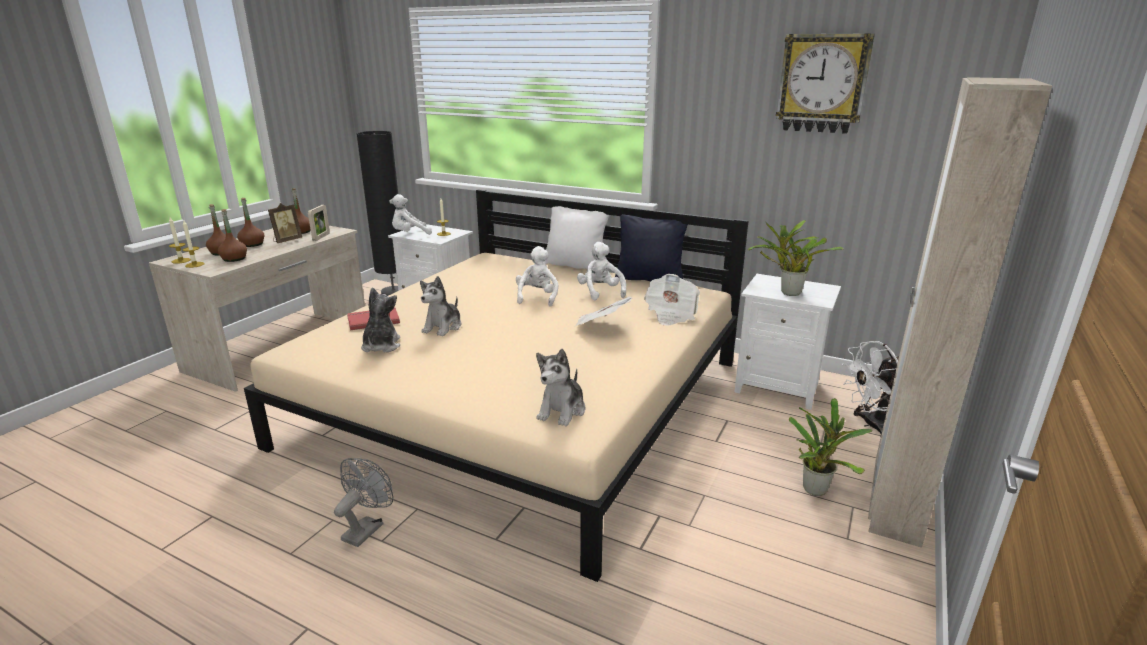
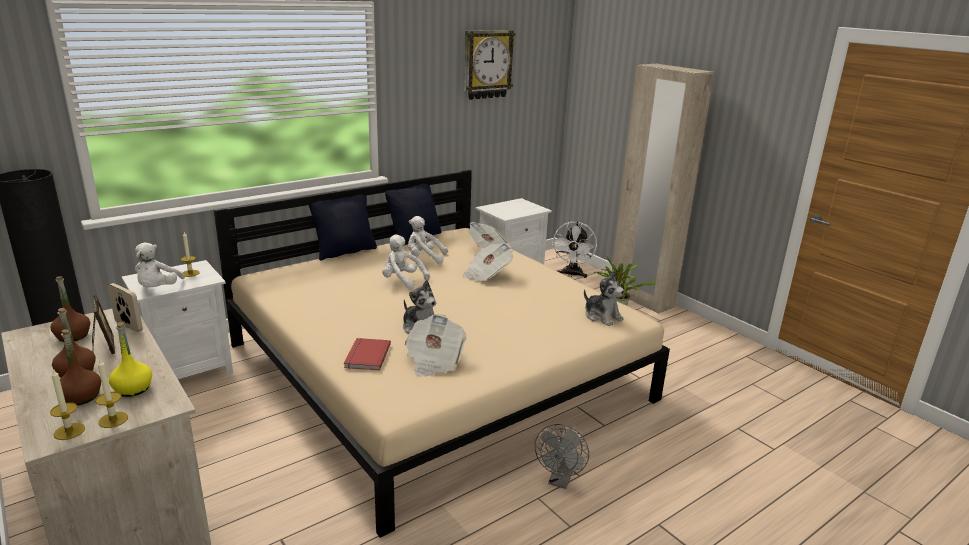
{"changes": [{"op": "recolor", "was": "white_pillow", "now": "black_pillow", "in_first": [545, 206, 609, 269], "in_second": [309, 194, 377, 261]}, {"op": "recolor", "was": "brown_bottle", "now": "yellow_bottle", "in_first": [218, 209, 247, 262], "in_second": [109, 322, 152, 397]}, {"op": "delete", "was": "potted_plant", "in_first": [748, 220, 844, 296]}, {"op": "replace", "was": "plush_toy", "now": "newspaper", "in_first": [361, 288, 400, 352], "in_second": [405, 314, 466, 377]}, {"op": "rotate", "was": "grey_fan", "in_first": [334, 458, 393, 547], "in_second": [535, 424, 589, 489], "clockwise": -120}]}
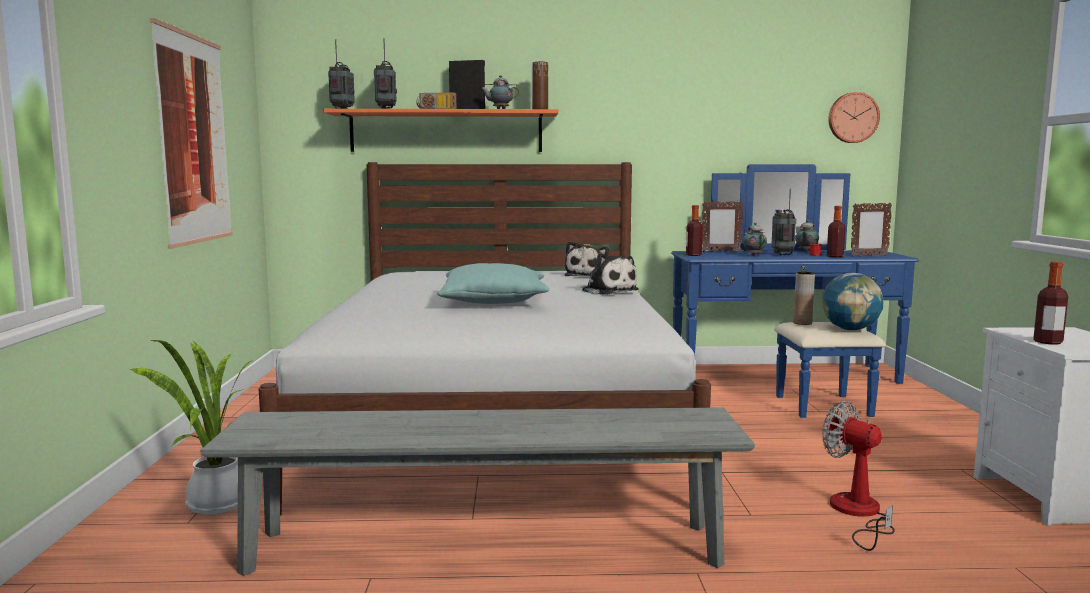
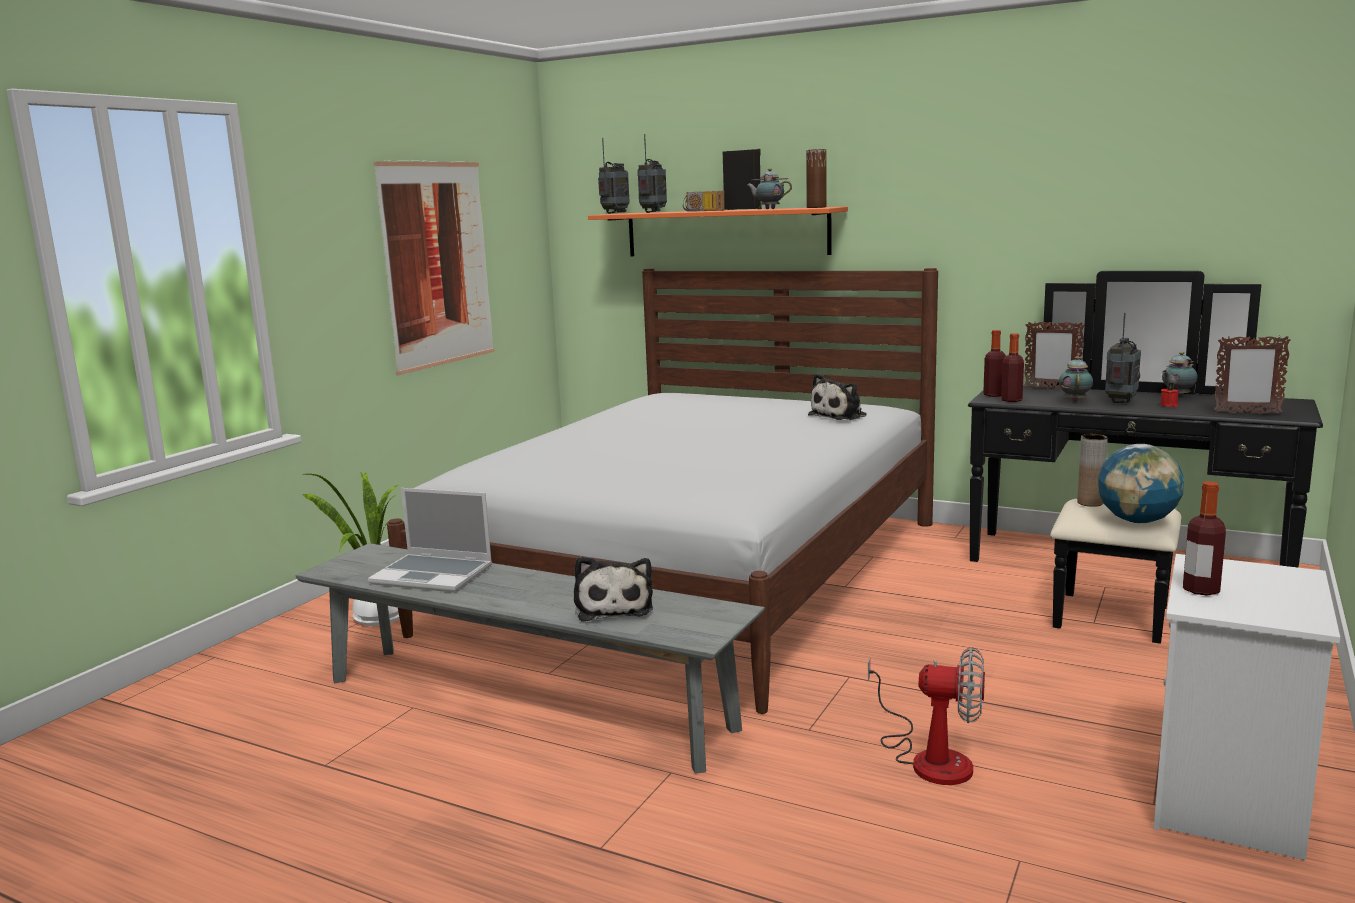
{"changes": [{"op": "delete", "was": "wall_clock", "in_first": [828, 92, 880, 143]}, {"op": "recolor", "was": "blue_dresser", "now": "black_dresser", "in_first": [671, 164, 919, 418], "in_second": [968, 271, 1323, 644]}, {"op": "move", "was": "bottle", "in_first": [827, 206, 845, 257], "in_second": [1001, 333, 1024, 402]}, {"op": "move", "was": "plush_toy", "in_first": [581, 253, 639, 295], "in_second": [574, 556, 653, 622]}, {"op": "delete", "was": "turquoise_pillow", "in_first": [437, 263, 550, 304]}, {"op": "rotate", "was": "fan", "in_first": [822, 401, 895, 551], "in_second": [868, 647, 985, 785], "clockwise": 120}, {"op": "insert", "now": "laptop", "in_second": [368, 488, 492, 592]}]}
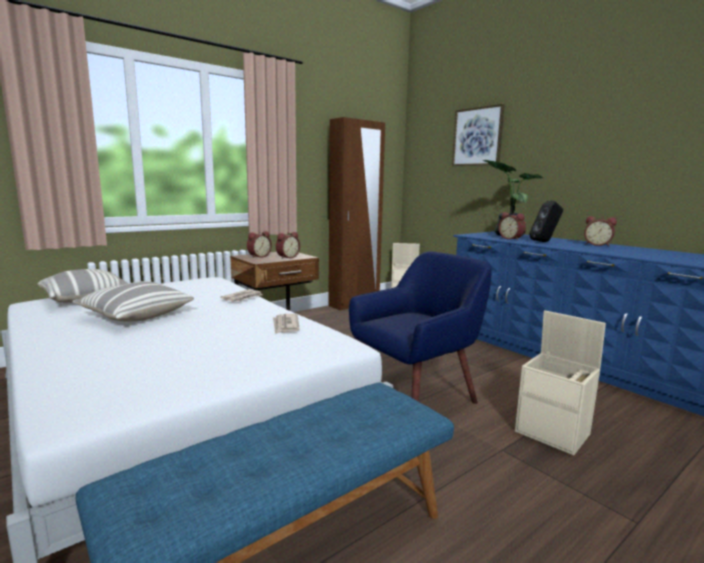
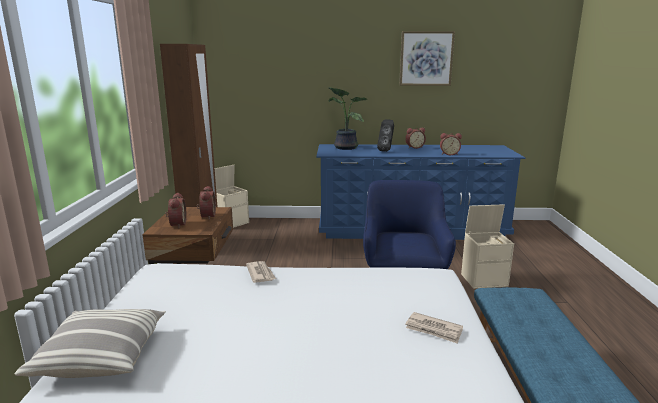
{"changes": [{"op": "move", "was": "picture", "in_first": [452, 104, 505, 166], "in_second": [399, 31, 455, 86]}, {"op": "move", "was": "alarm_clock", "in_first": [498, 212, 526, 240], "in_second": [440, 133, 462, 155]}, {"op": "delete", "was": "pillow", "in_first": [73, 281, 194, 322]}, {"op": "move", "was": "newspaper", "in_first": [273, 314, 300, 334], "in_second": [405, 312, 463, 344]}]}
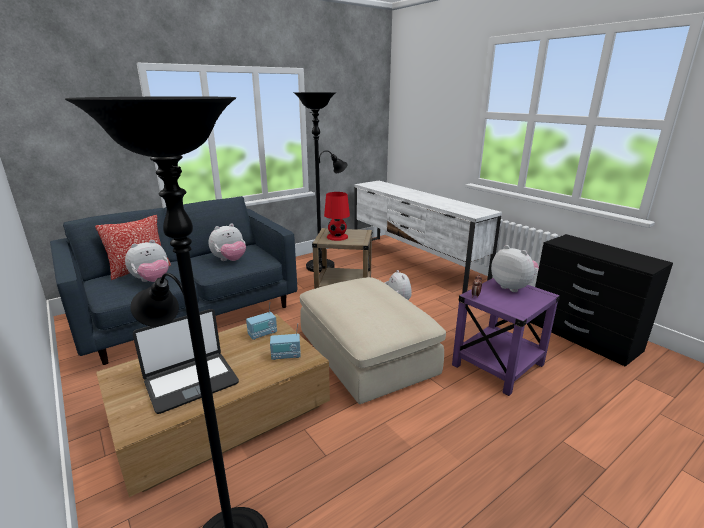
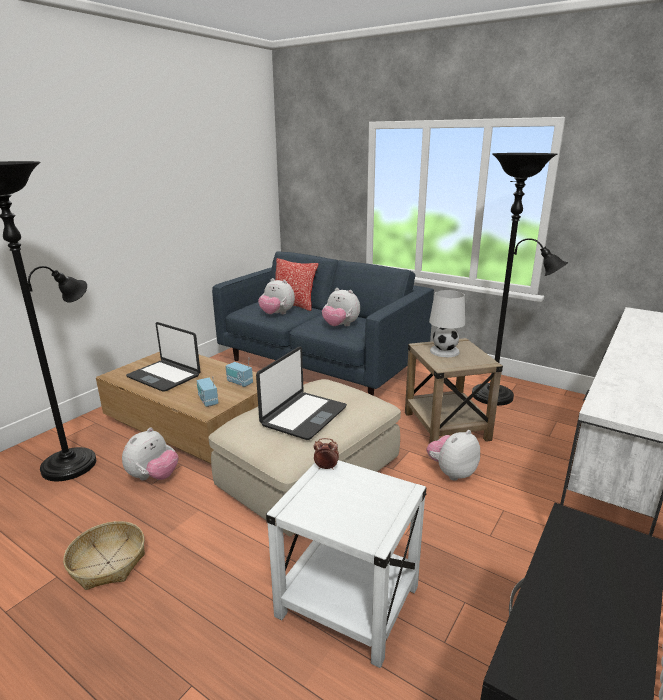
{"changes": [{"op": "recolor", "was": "red_table_lamp", "now": "white_table_lamp", "in_first": [324, 192, 350, 241], "in_second": [429, 290, 465, 357]}, {"op": "move", "was": "plush_toy", "in_first": [491, 245, 539, 292], "in_second": [122, 428, 178, 480]}, {"op": "recolor", "was": "purple_side_table", "now": "white_side_table", "in_first": [452, 278, 560, 396], "in_second": [266, 460, 426, 668]}, {"op": "insert", "now": "laptop", "in_second": [256, 347, 347, 440]}, {"op": "insert", "now": "basket", "in_second": [63, 521, 145, 590]}]}
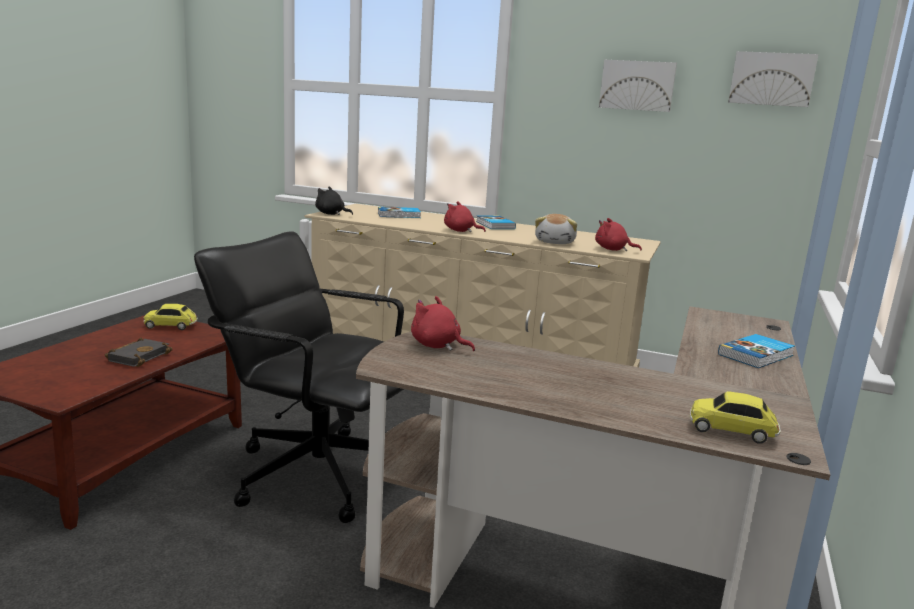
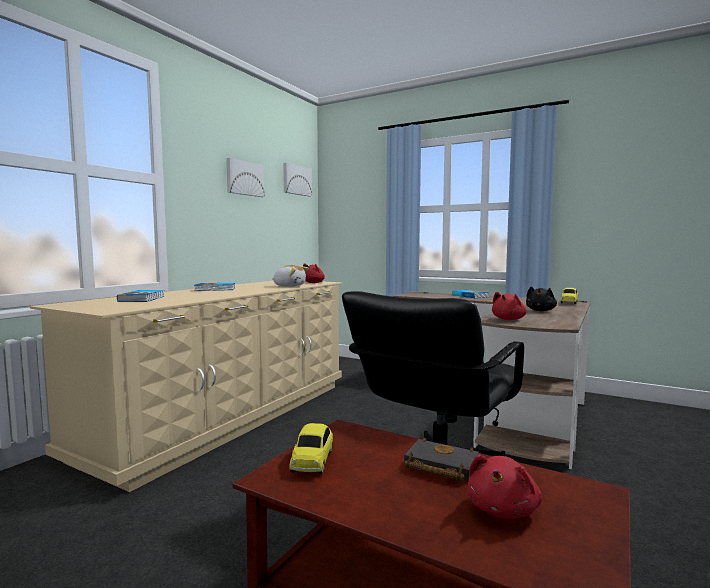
{"changes": [{"op": "move", "was": "black_plush_toy", "in_first": [315, 186, 353, 215], "in_second": [526, 286, 557, 311]}, {"op": "move", "was": "red_plush_toy", "in_first": [444, 201, 486, 232], "in_second": [468, 455, 542, 519]}]}
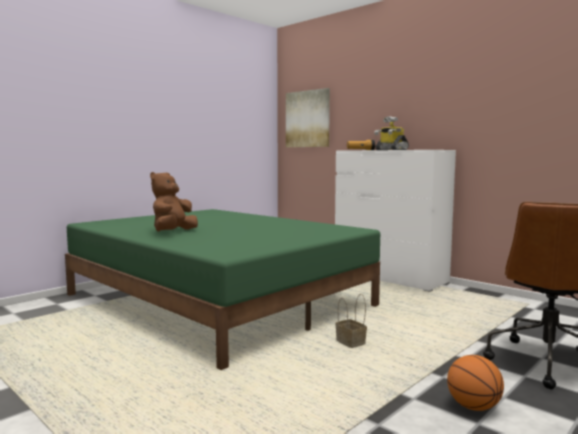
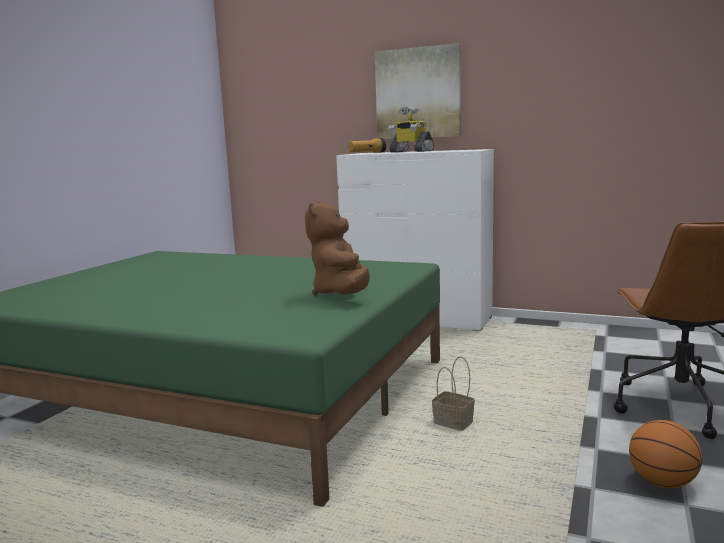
{"changes": [{"op": "move", "was": "picture", "in_first": [286, 88, 330, 147], "in_second": [375, 43, 461, 139]}, {"op": "move", "was": "brown_plush_toy", "in_first": [150, 172, 198, 232], "in_second": [305, 201, 370, 296]}]}
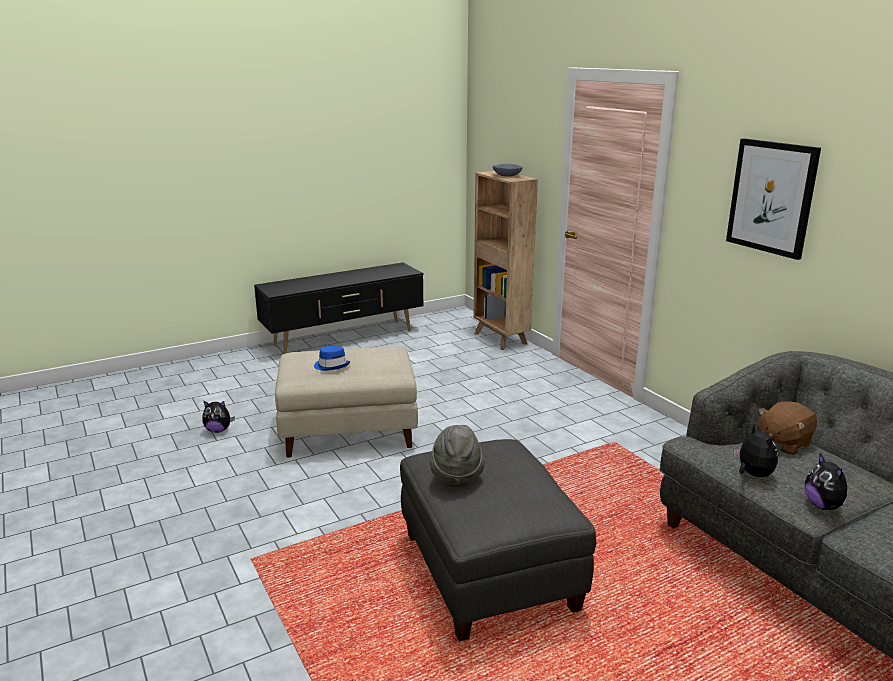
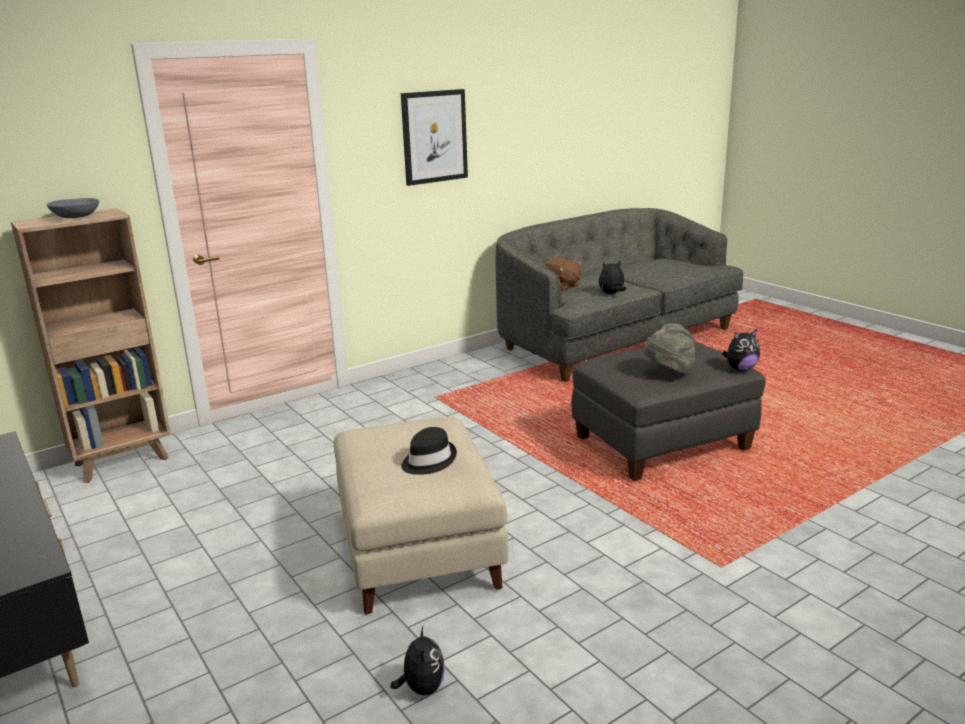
{"changes": [{"op": "recolor", "was": "blue_hat", "now": "black_hat", "in_first": [314, 346, 350, 371], "in_second": [401, 427, 457, 475]}, {"op": "move", "was": "plush_toy", "in_first": [805, 453, 854, 510], "in_second": [722, 329, 760, 371]}]}
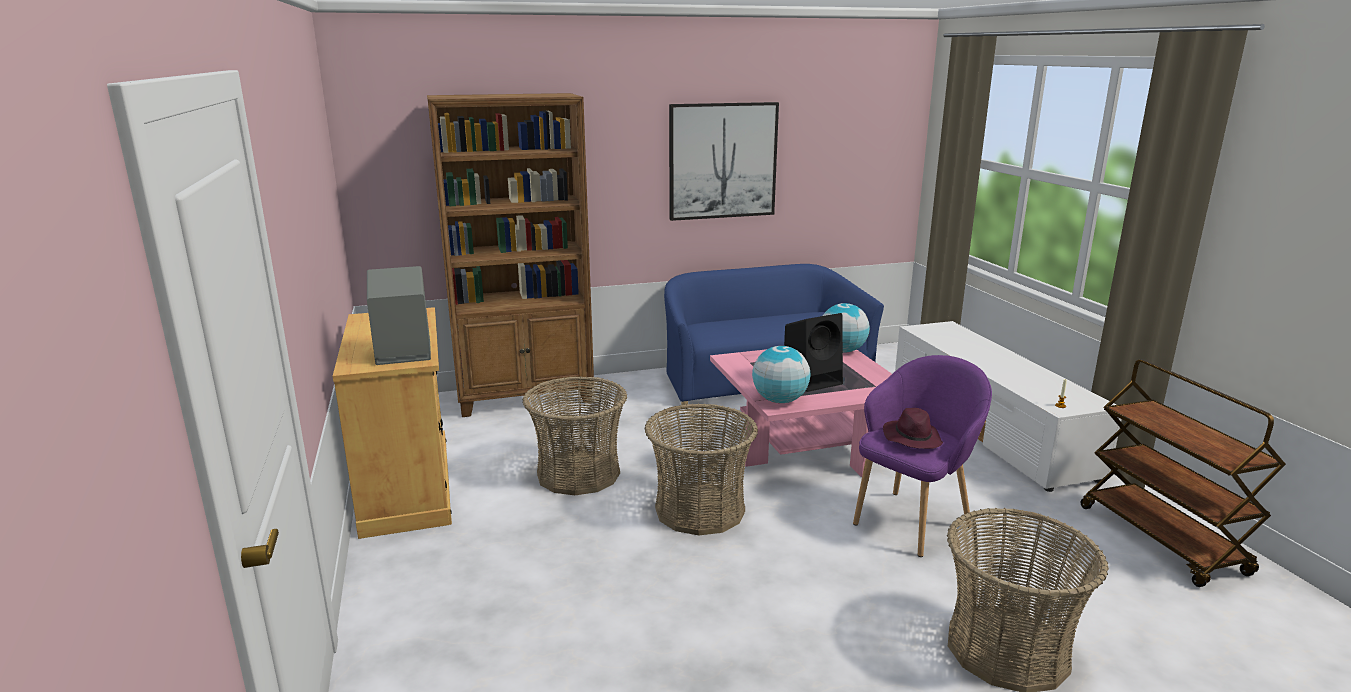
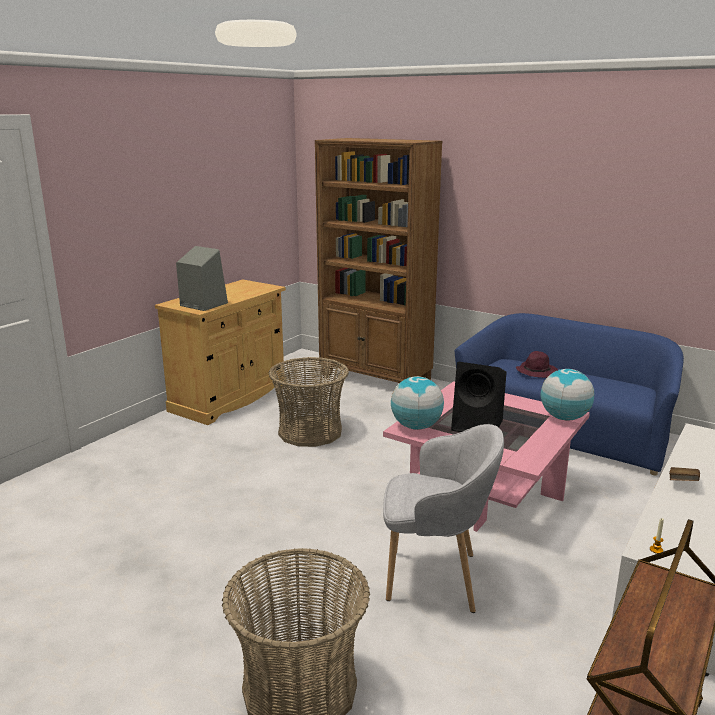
{"changes": [{"op": "delete", "was": "picture", "in_first": [669, 102, 779, 221]}, {"op": "recolor", "was": "purple_armchair", "now": "grey_armchair", "in_first": [853, 355, 992, 557], "in_second": [383, 424, 504, 613]}, {"op": "delete", "was": "basket", "in_first": [644, 403, 758, 535]}, {"op": "move", "was": "purple_hat", "in_first": [883, 408, 943, 449], "in_second": [516, 351, 558, 378]}, {"op": "insert", "now": "brown_book", "in_second": [669, 467, 700, 481]}]}
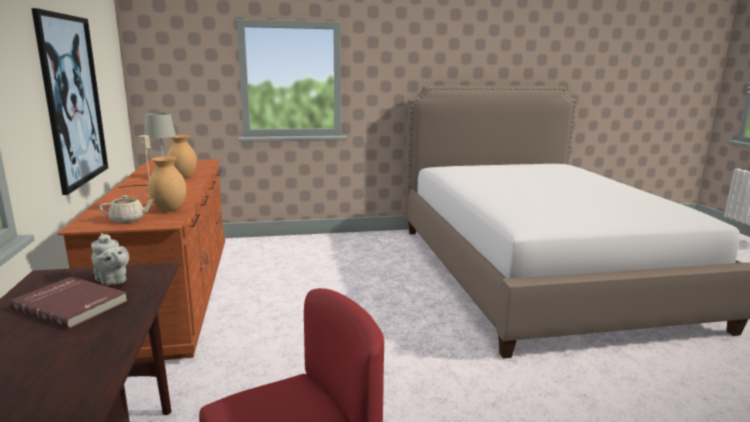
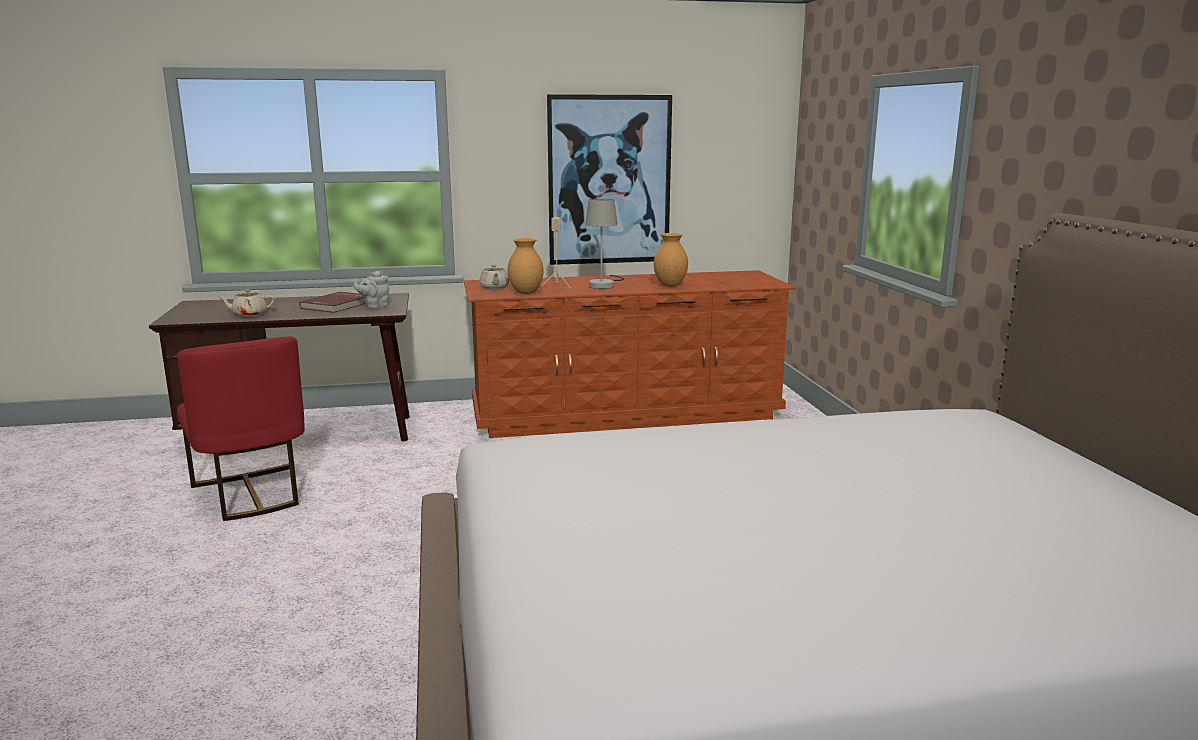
{"changes": [{"op": "insert", "now": "beige_teapot", "in_second": [218, 289, 275, 317]}]}
